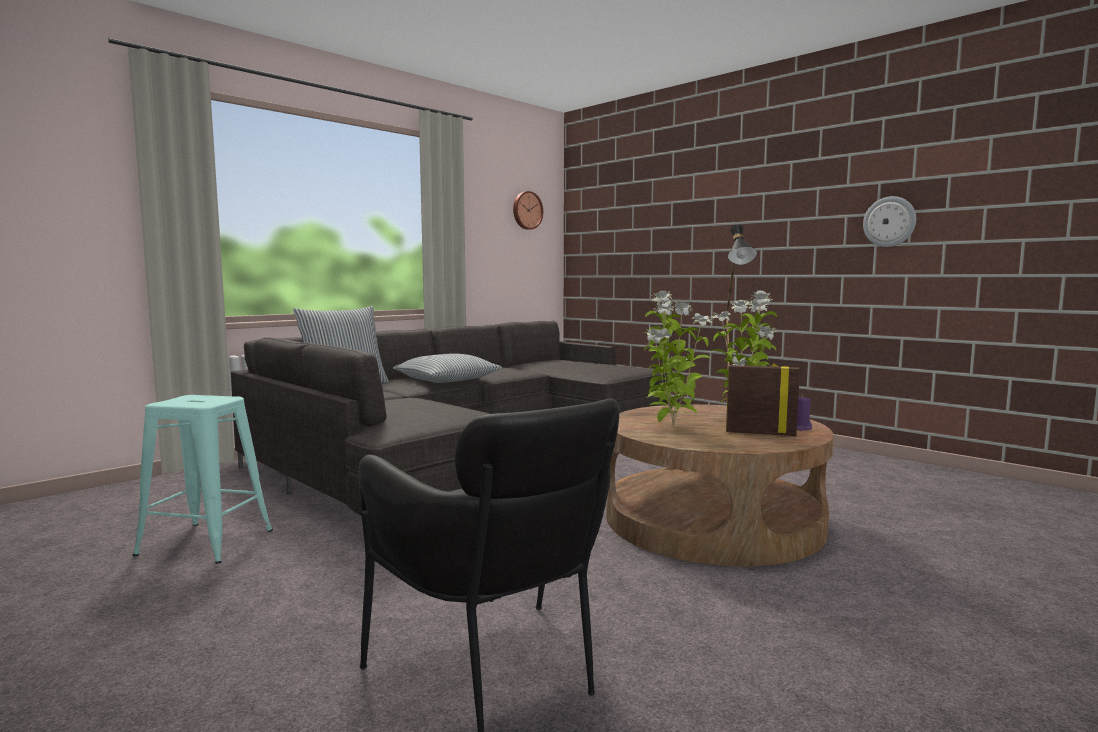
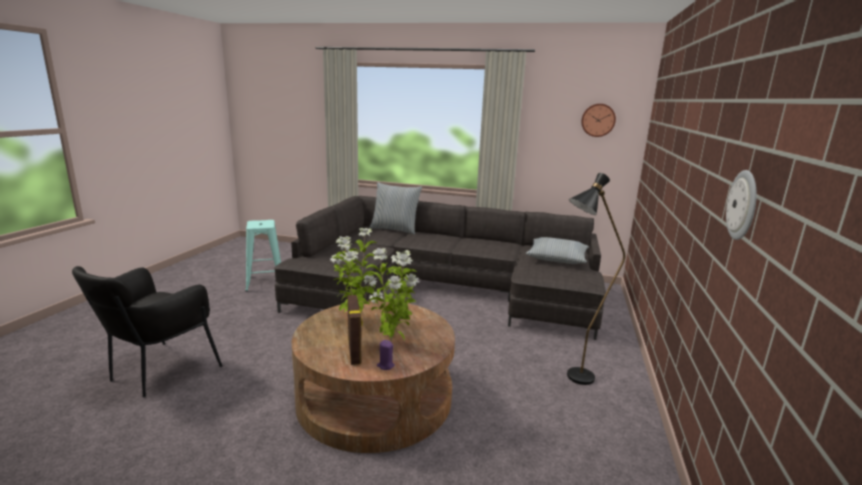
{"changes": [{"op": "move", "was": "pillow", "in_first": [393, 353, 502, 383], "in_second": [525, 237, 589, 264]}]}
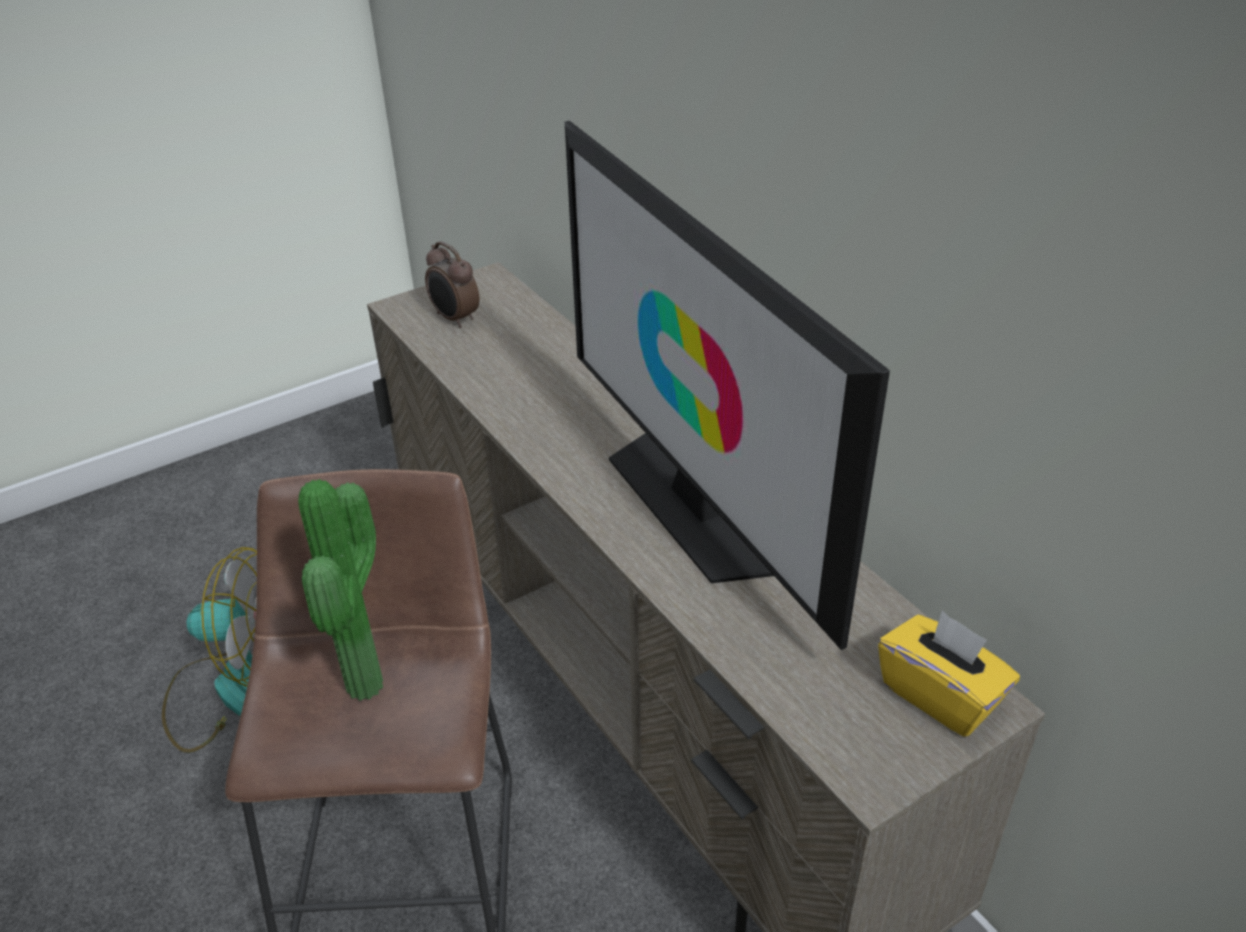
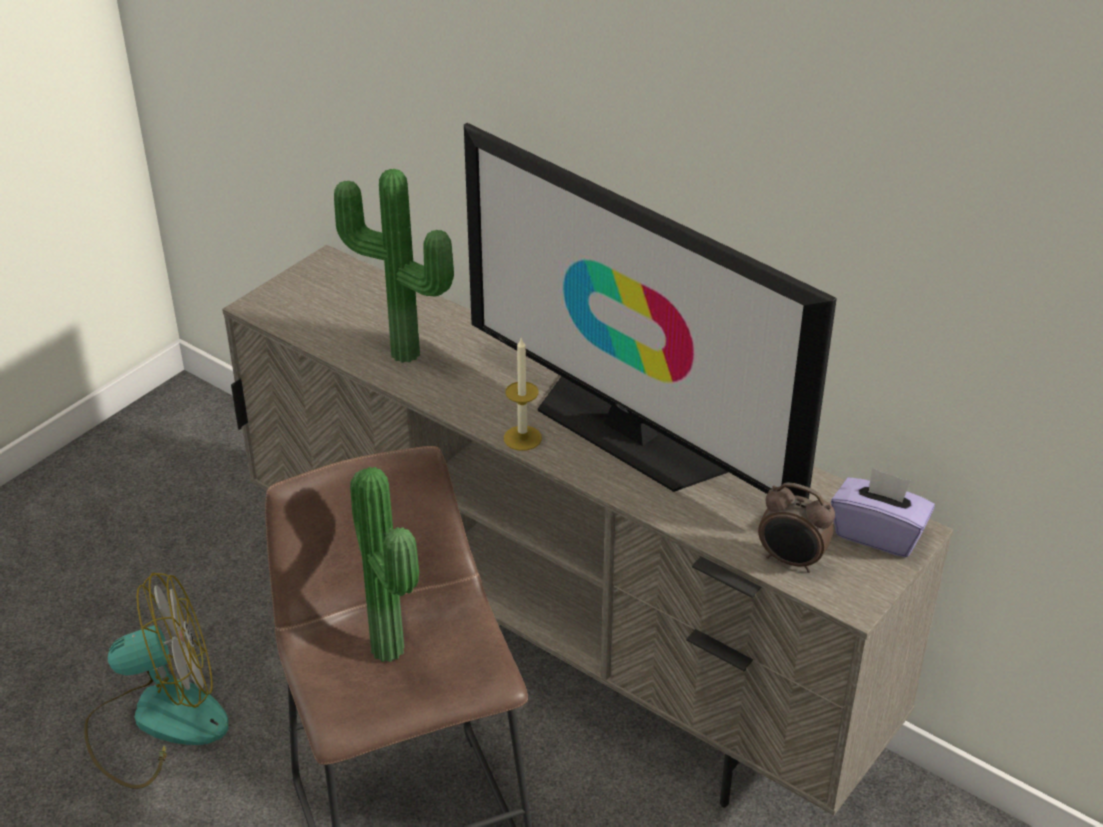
{"changes": [{"op": "move", "was": "alarm_clock", "in_first": [425, 241, 479, 328], "in_second": [758, 482, 835, 573]}, {"op": "recolor", "was": "yellow_tissue_box", "now": "purple_tissue_box", "in_first": [878, 610, 1020, 737], "in_second": [831, 467, 935, 557]}, {"op": "insert", "now": "potted_plant", "in_second": [334, 169, 454, 363]}, {"op": "insert", "now": "candle", "in_second": [504, 337, 542, 451]}]}
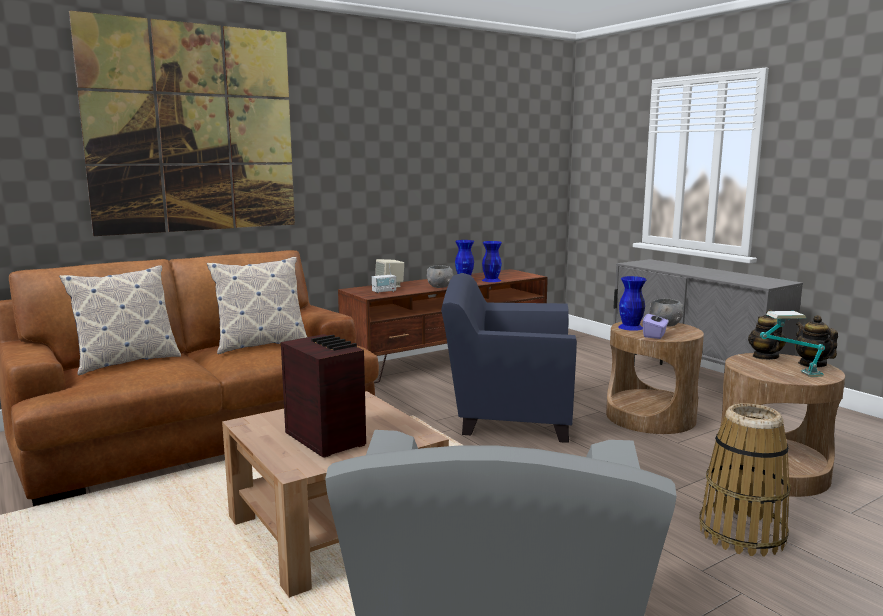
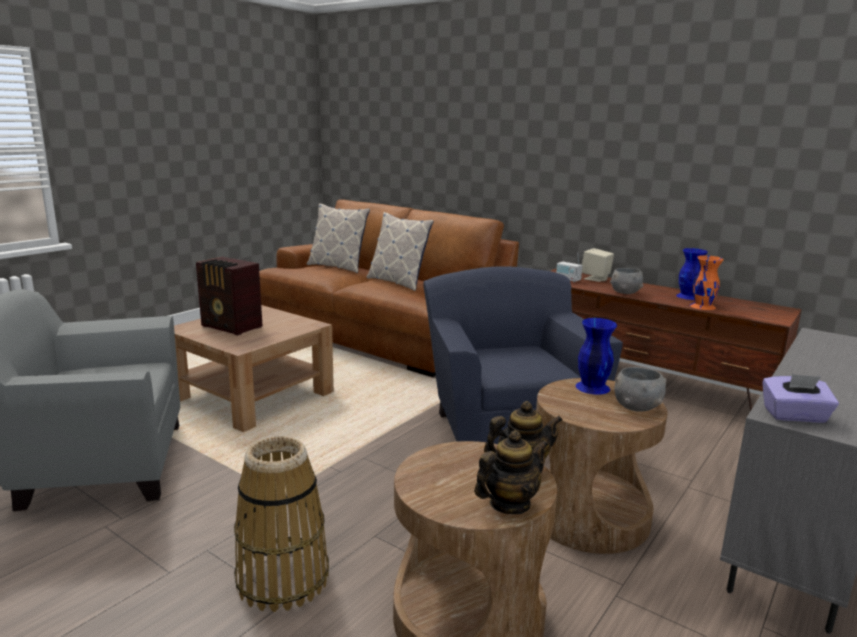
{"changes": [{"op": "delete", "was": "picture", "in_first": [69, 11, 295, 236]}, {"op": "recolor", "was": "blue_vase", "now": "orange_vase", "in_first": [482, 241, 502, 282], "in_second": [690, 255, 724, 310]}, {"op": "move", "was": "purple_tissue_box", "in_first": [642, 311, 669, 339], "in_second": [762, 374, 839, 423]}, {"op": "delete", "was": "table_lamp", "in_first": [760, 311, 825, 377]}, {"op": "rotate", "was": "radio", "in_first": [281, 334, 366, 457], "in_second": [196, 257, 262, 335], "clockwise": 90}]}
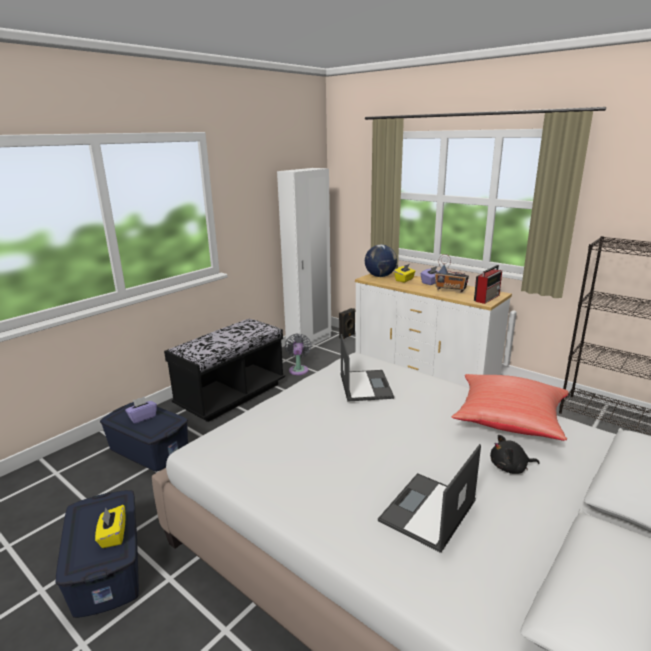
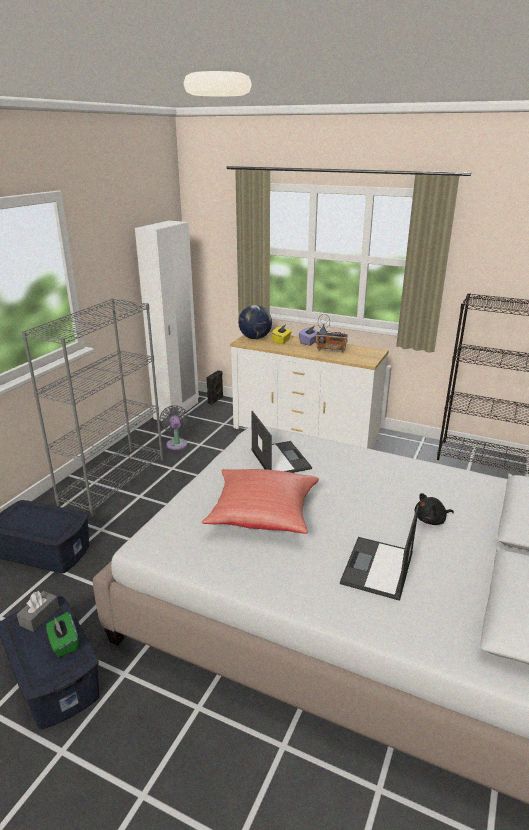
{"changes": [{"op": "delete", "was": "radio", "in_first": [474, 265, 502, 304]}, {"op": "replace", "was": "black_bench", "now": "grey_bookcase", "in_first": [164, 319, 285, 422], "in_second": [22, 298, 163, 517]}, {"op": "move", "was": "red_pillow", "in_first": [452, 374, 569, 441], "in_second": [202, 469, 319, 534]}, {"op": "delete", "was": "purple_tissue_box", "in_first": [125, 396, 157, 424]}, {"op": "recolor", "was": "yellow_tissue_box", "now": "green_tissue_box", "in_first": [95, 505, 125, 548], "in_second": [46, 612, 79, 657]}, {"op": "insert", "now": "grey_tissue_box", "in_second": [17, 591, 59, 632]}]}
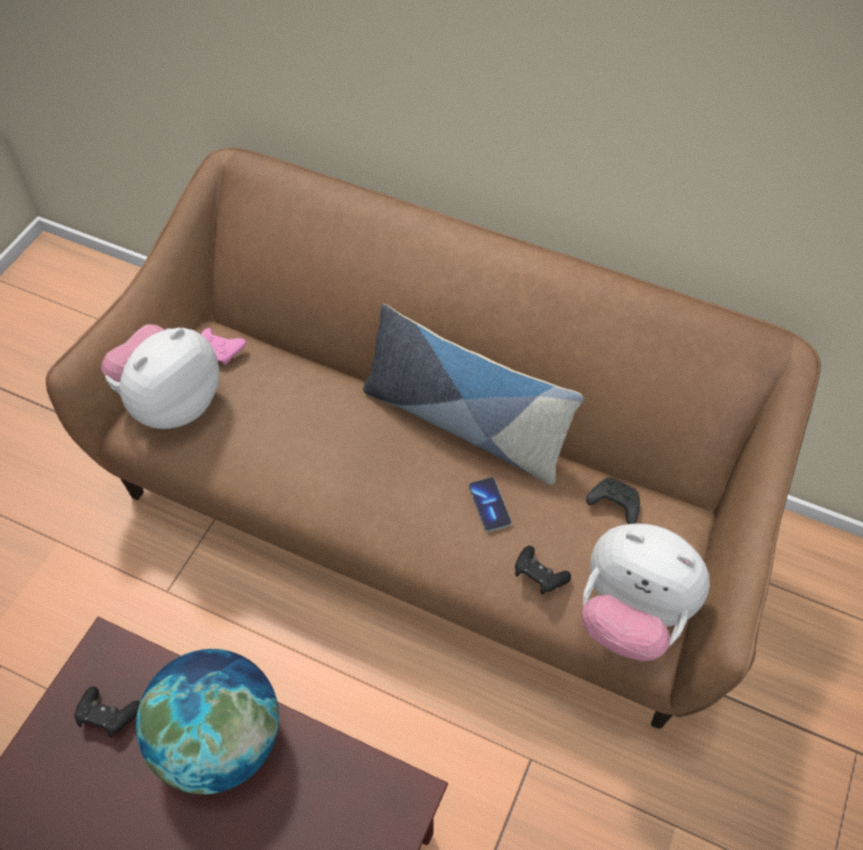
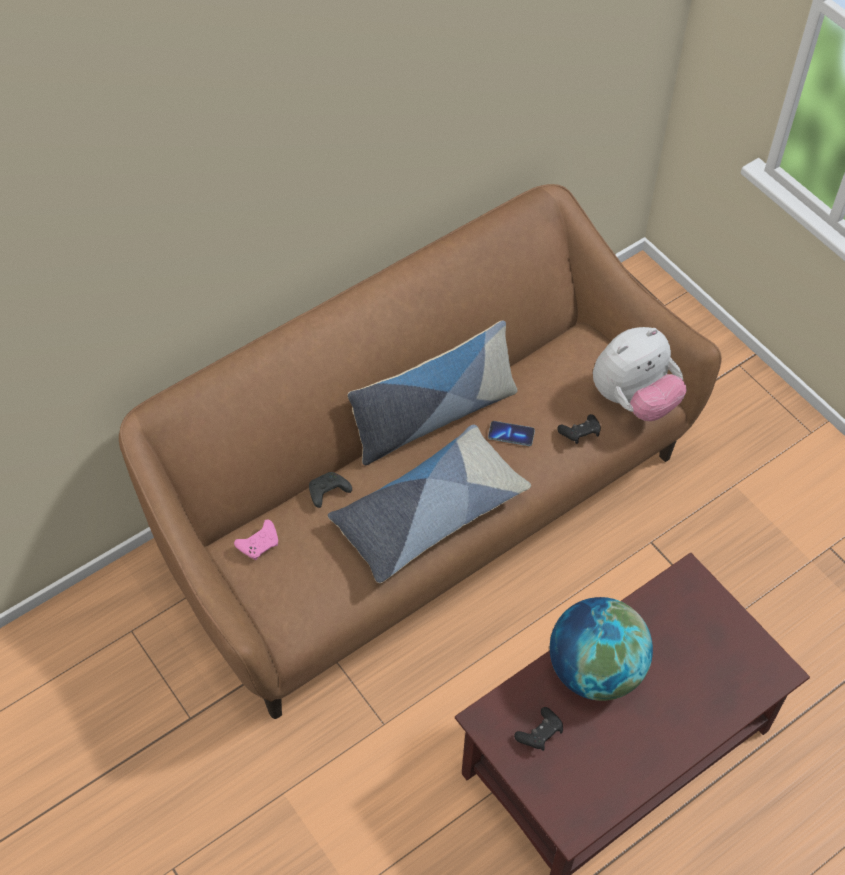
{"changes": [{"op": "delete", "was": "plush_toy", "in_first": [101, 324, 220, 429]}, {"op": "move", "was": "black_game_controller", "in_first": [586, 478, 640, 524], "in_second": [309, 472, 352, 508]}, {"op": "insert", "now": "pillow", "in_second": [328, 425, 531, 583]}]}
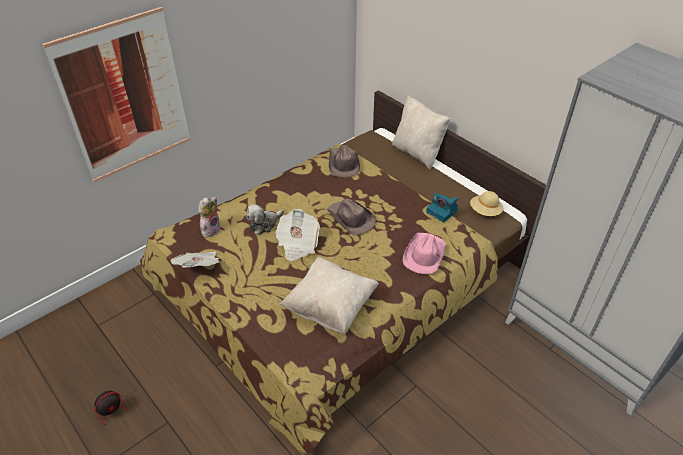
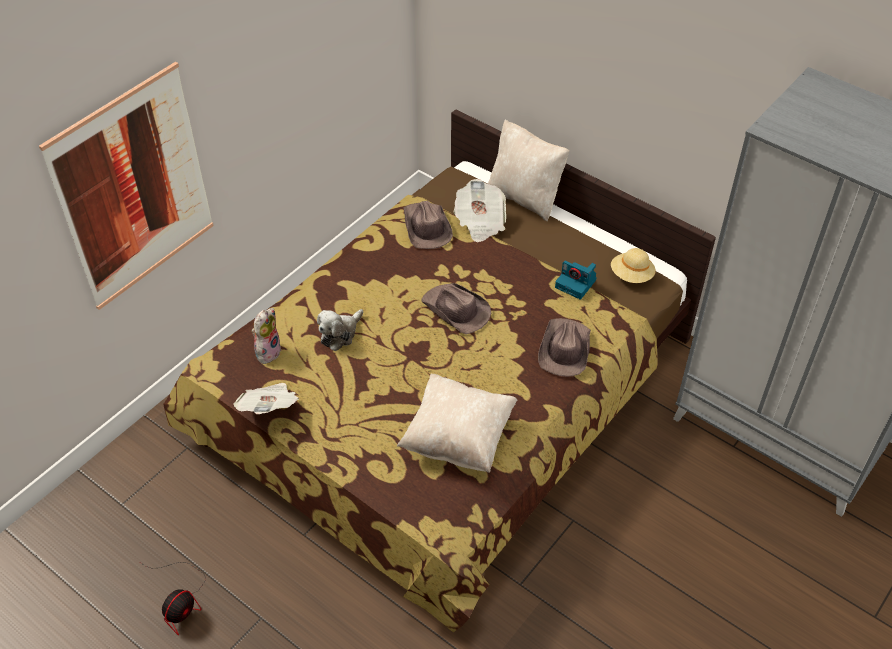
{"changes": [{"op": "move", "was": "newspaper", "in_first": [275, 209, 320, 261], "in_second": [453, 179, 506, 242]}, {"op": "recolor", "was": "pink_hat", "now": "brown_hat", "in_first": [403, 233, 447, 274], "in_second": [538, 318, 591, 377]}]}
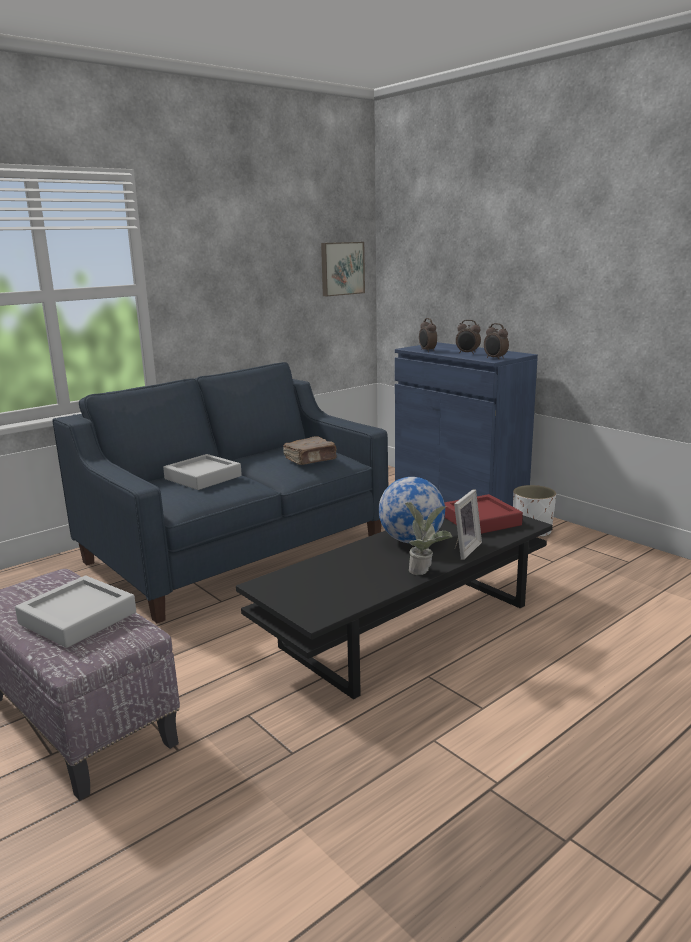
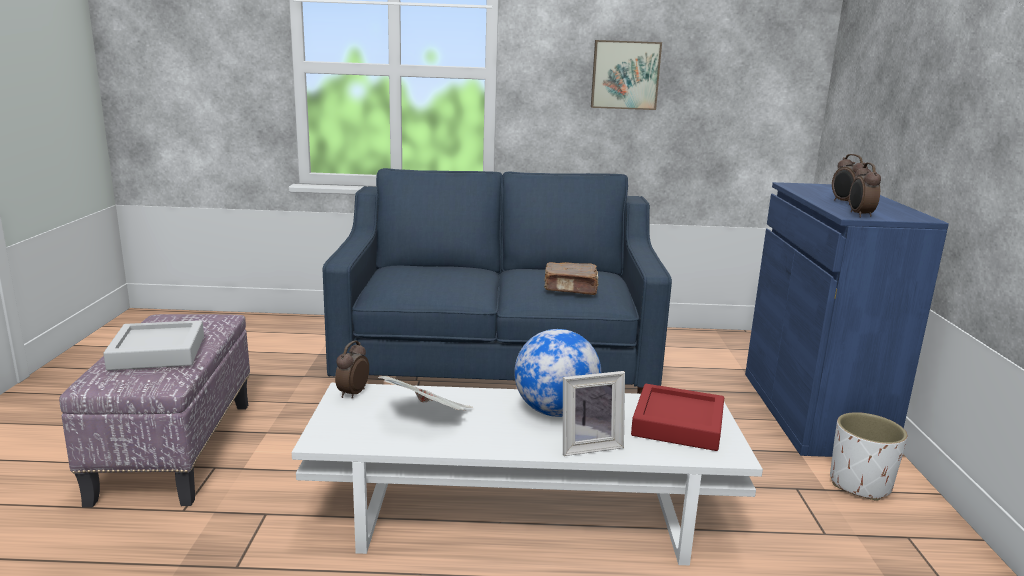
{"changes": [{"op": "move", "was": "picture", "in_first": [321, 242, 365, 296], "in_second": [591, 40, 662, 110]}, {"op": "move", "was": "alarm_clock", "in_first": [419, 318, 437, 352], "in_second": [335, 340, 369, 398]}, {"op": "delete", "was": "grey_tray", "in_first": [163, 454, 242, 490]}, {"op": "delete", "was": "potted_plant", "in_first": [405, 502, 452, 575]}, {"op": "recolor", "was": "black_coffee_table", "now": "white_coffee_table", "in_first": [236, 515, 553, 700], "in_second": [292, 383, 763, 565]}, {"op": "insert", "now": "newspaper", "in_second": [378, 376, 472, 411]}]}
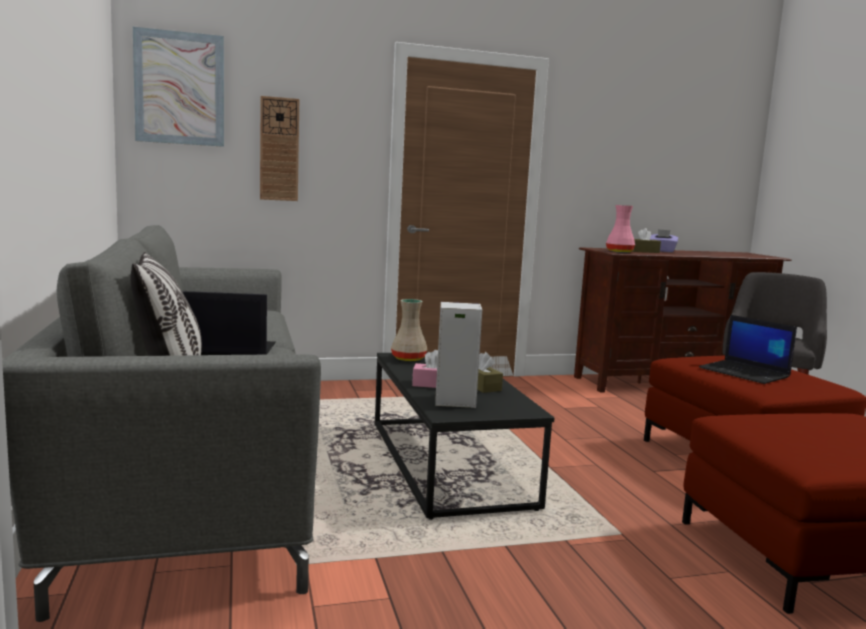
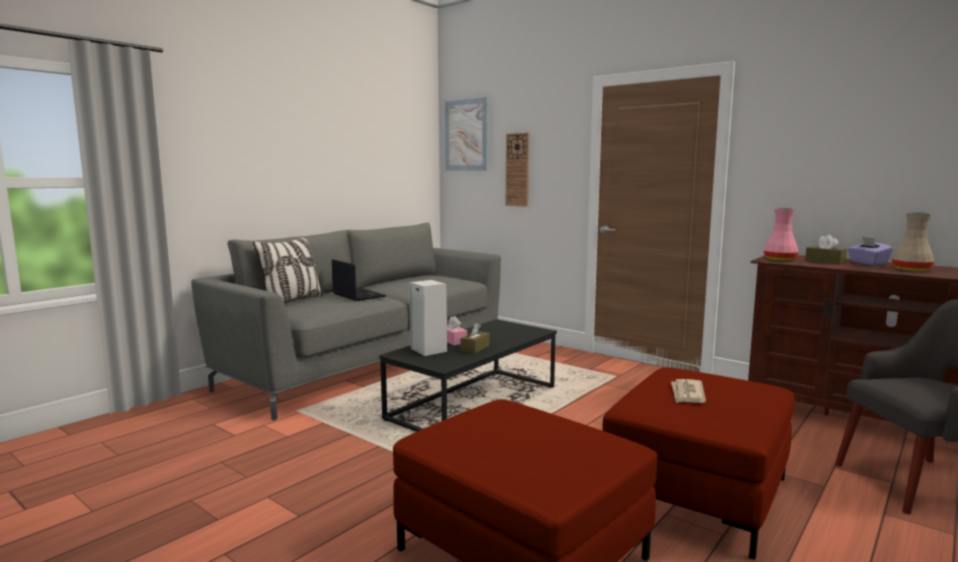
{"changes": [{"op": "move", "was": "beige_vase", "in_first": [391, 299, 427, 361], "in_second": [892, 212, 935, 271]}, {"op": "replace", "was": "laptop", "now": "newspaper", "in_first": [699, 315, 797, 384], "in_second": [671, 379, 706, 403]}]}
